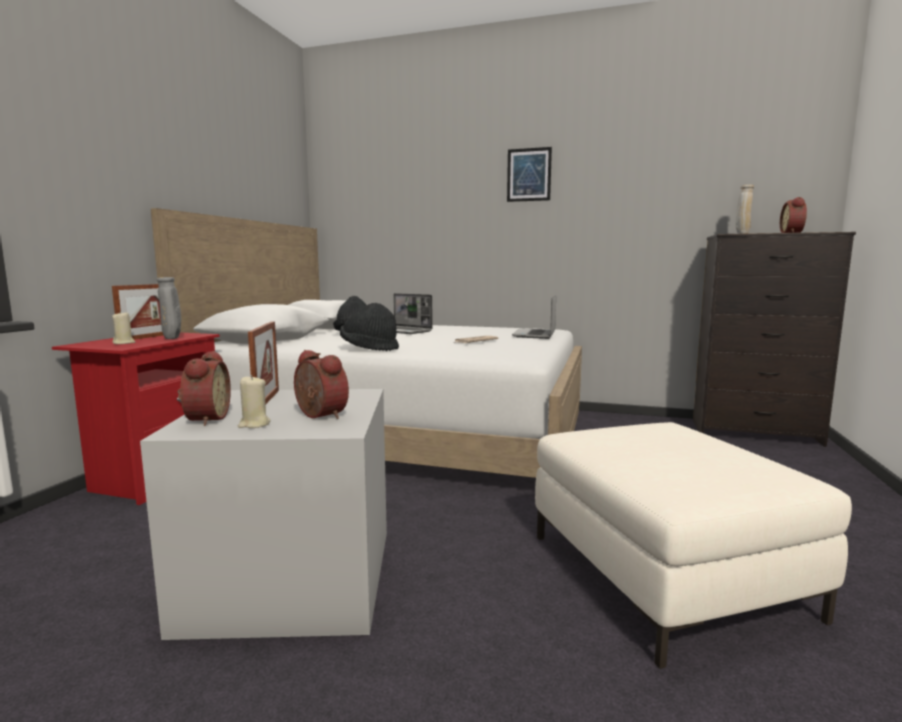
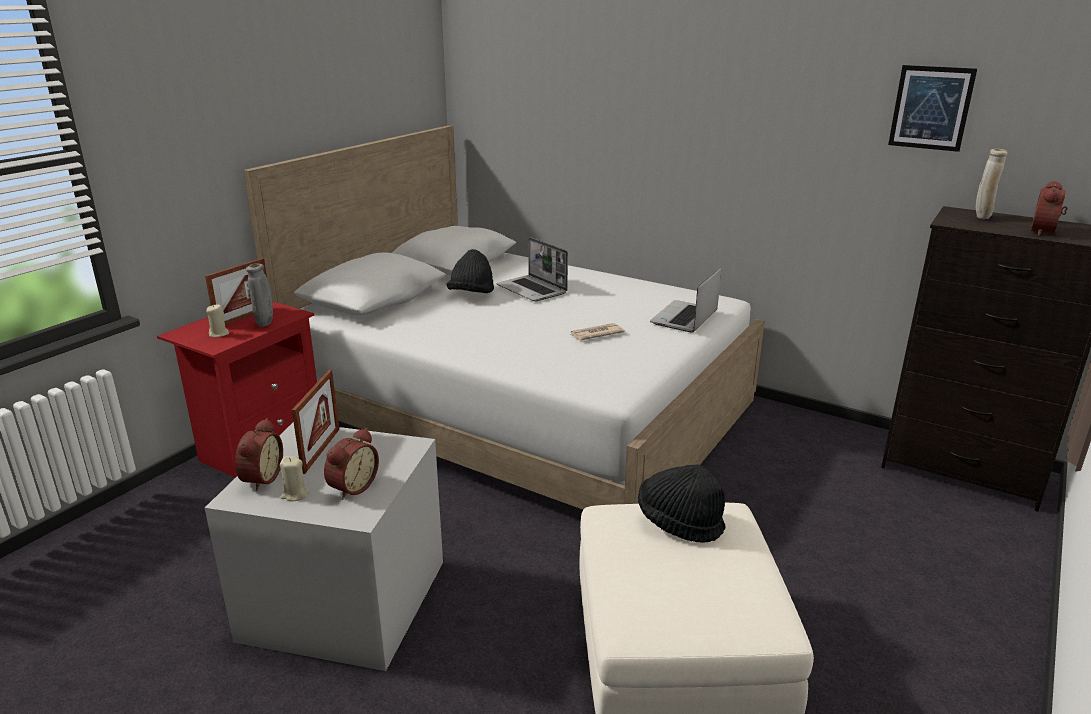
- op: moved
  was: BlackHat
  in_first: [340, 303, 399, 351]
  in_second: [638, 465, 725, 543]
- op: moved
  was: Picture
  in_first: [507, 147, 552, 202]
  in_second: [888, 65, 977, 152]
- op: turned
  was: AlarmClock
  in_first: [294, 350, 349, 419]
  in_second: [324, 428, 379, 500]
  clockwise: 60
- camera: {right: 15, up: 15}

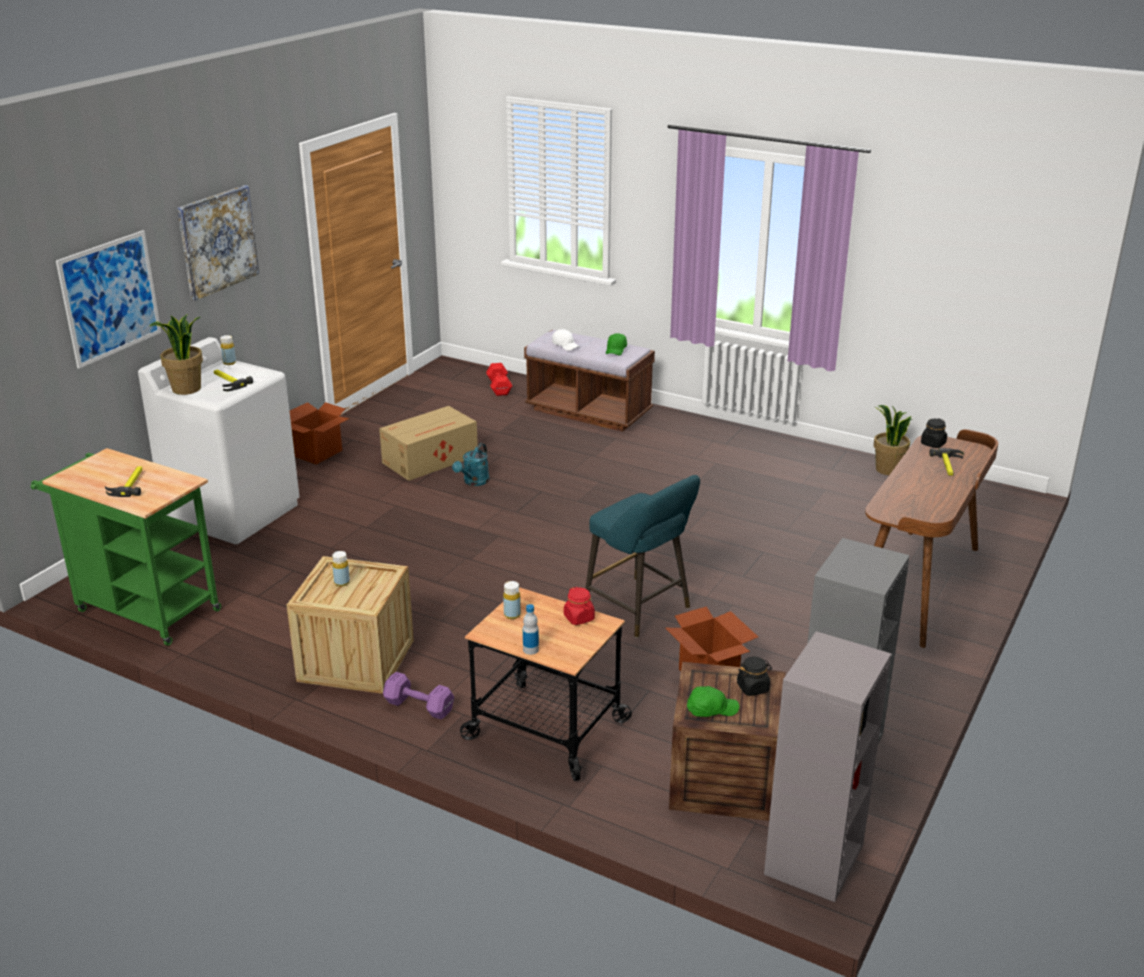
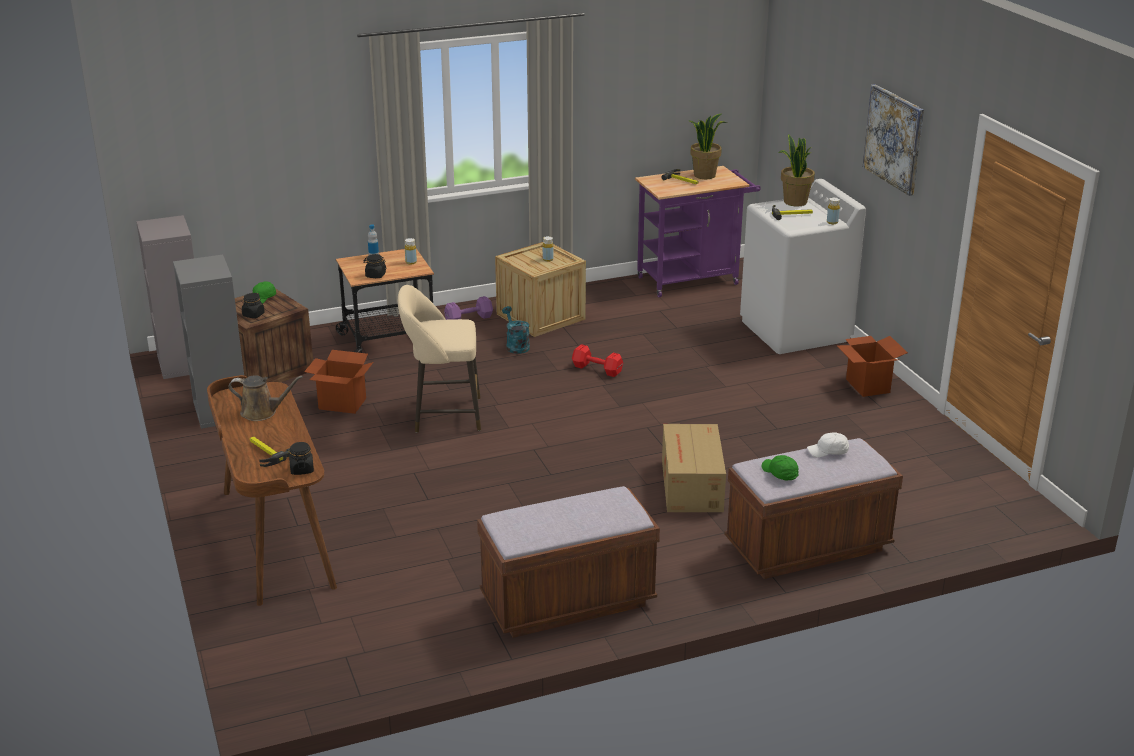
- op: removed
  was: Picture
  in_first: [56, 230, 161, 368]
- op: added
  now: BrownWateringCan
  in_second: [229, 375, 303, 421]
- op: added
  now: BrownBench
  in_second: [477, 486, 660, 638]
- op: moved
  was: CardboardBox
  in_first: [379, 406, 478, 481]
  in_second: [662, 424, 726, 512]
- op: moved
  was: TurquoiseWateringCan
  in_first: [452, 443, 489, 486]
  in_second: [502, 306, 530, 354]
- op: moved
  was: RedDumbbell
  in_first: [486, 363, 512, 396]
  in_second: [572, 344, 623, 377]
- op: moved
  was: PottedPlant
  in_first: [874, 405, 913, 475]
  in_second: [690, 114, 728, 179]
- op: recoloured
  was: GreenCart
  now: PurpleCart
  in_first: [31, 448, 221, 646]
  in_second: [635, 166, 761, 297]
- op: recoloured
  was: RedJar
  now: BlackJar
  in_first: [564, 587, 595, 625]
  in_second: [363, 254, 387, 278]
- op: recoloured
  was: TurquoiseStool
  now: BeigeStool
  in_first: [585, 475, 700, 638]
  in_second: [398, 285, 481, 433]
- camera: {right: 130, up: 0}

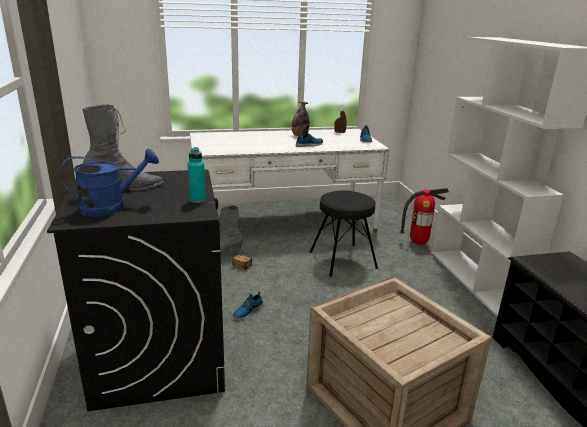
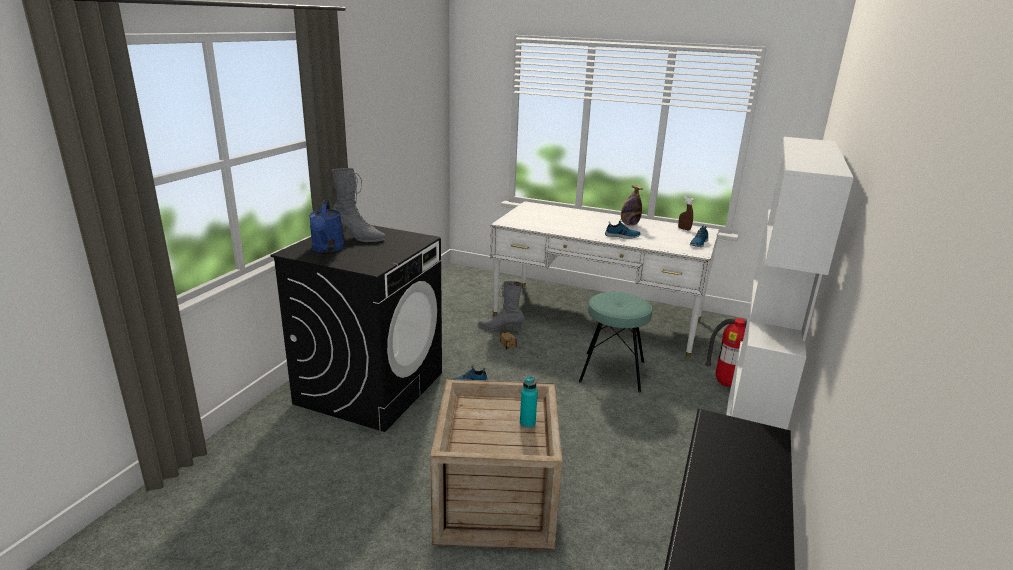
- op: moved
  was: TurquoiseBottle
  in_first: [188, 147, 206, 203]
  in_second: [520, 376, 538, 428]
- op: recoloured
  was: BlackStool
  now: TurquoiseStool
  in_first: [310, 190, 378, 277]
  in_second: [579, 292, 652, 393]
- op: turned
  was: BlueWateringCan
  in_first: [60, 149, 159, 217]
  in_second: [309, 200, 344, 252]
  clockwise: 75
- camera: {right: 35, up: 0}

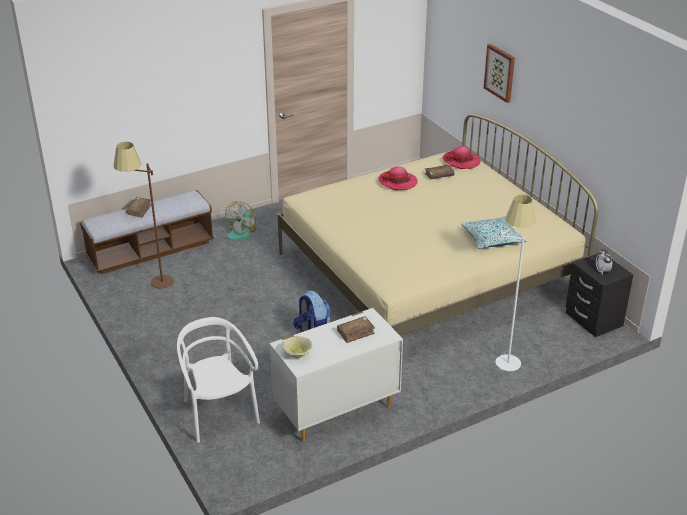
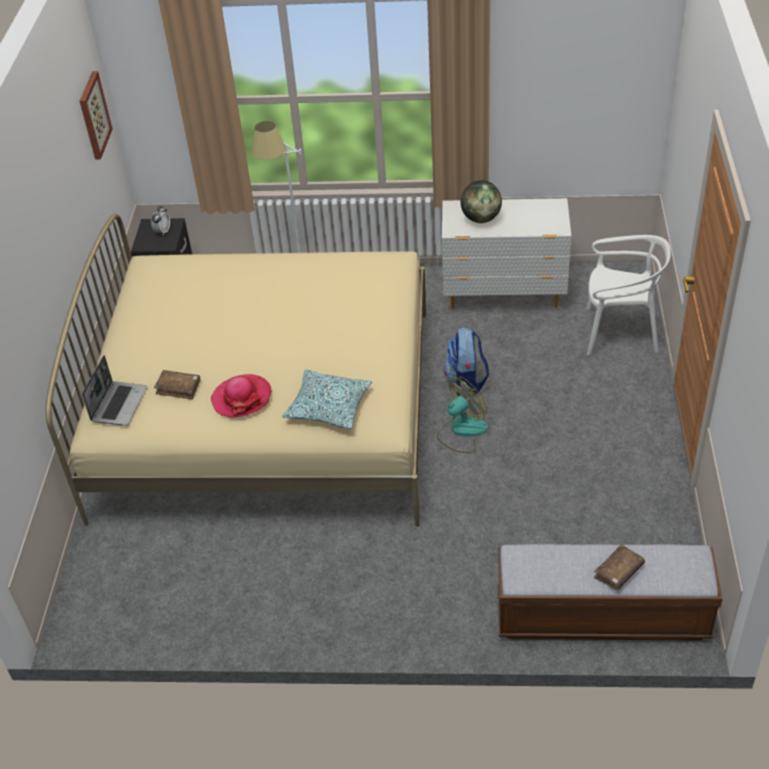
- op: removed
  was: BrownFloorLamp
  in_first: [114, 142, 174, 289]
- op: removed
  was: BeigeBowl
  in_first: [282, 336, 313, 358]
- op: moved
  was: Fan
  in_first: [225, 201, 256, 240]
  in_second: [437, 377, 488, 453]
- op: moved
  was: Pillow
  in_first: [462, 216, 526, 249]
  in_second: [282, 369, 372, 429]
- op: moved
  was: Picture
  in_first: [484, 44, 515, 103]
  in_second: [80, 71, 112, 160]
- op: replaced
  was: BrownBook
  now: Globe
  in_first: [337, 316, 375, 343]
  in_second: [461, 180, 502, 223]
- op: replaced
  was: Hat
  now: Laptop
  in_first: [443, 146, 481, 169]
  in_second: [82, 355, 147, 426]
- op: turned
  was: WhiteChair
  in_first: [177, 317, 260, 443]
  in_second: [586, 235, 671, 355]
  clockwise: -90
- camera: {right: -145, up: 10}

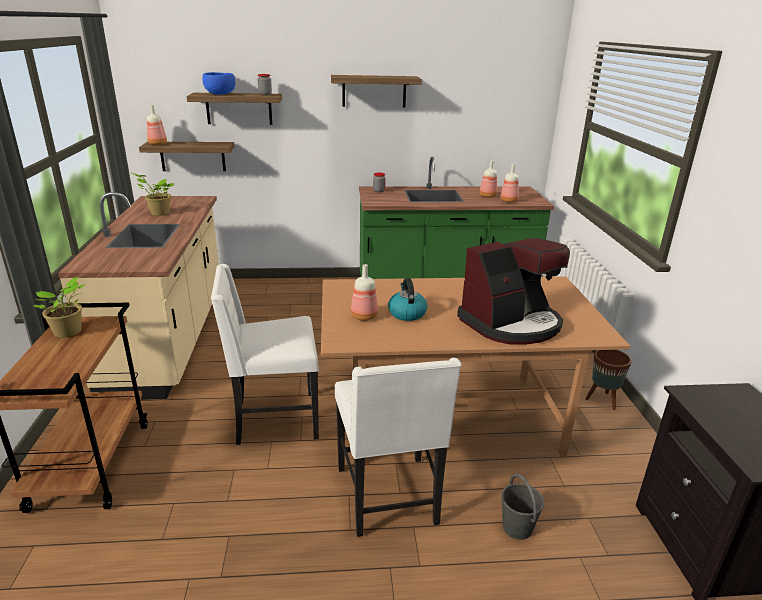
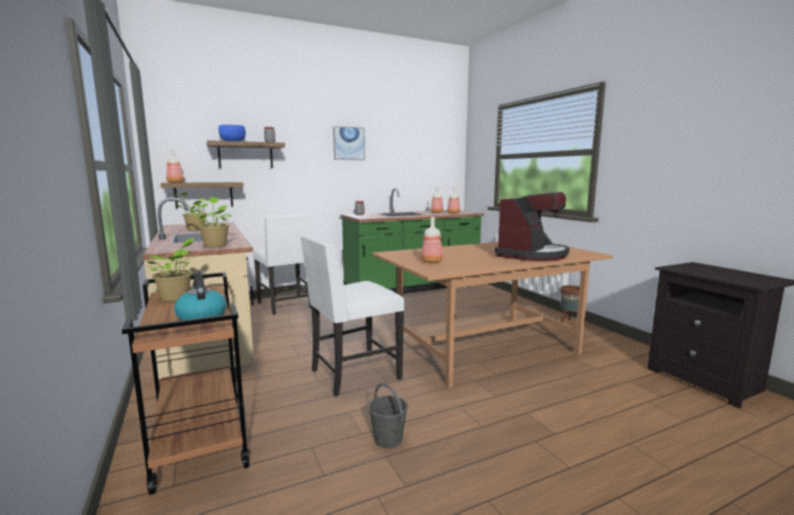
- op: added
  now: PottedPlant
  in_second: [189, 197, 231, 247]
- op: moved
  was: WhiteChair
  in_first: [335, 358, 461, 537]
  in_second: [253, 214, 312, 315]
- op: moved
  was: Kettle
  in_first: [388, 278, 428, 321]
  in_second: [174, 272, 227, 320]
- op: moved
  was: GreyBucket
  in_first: [501, 473, 544, 540]
  in_second: [368, 383, 408, 449]
- op: replaced
  was: Shelf
  now: Picture
  in_first: [331, 75, 422, 108]
  in_second: [333, 126, 365, 160]
- camera: {right: -20, up: -15}

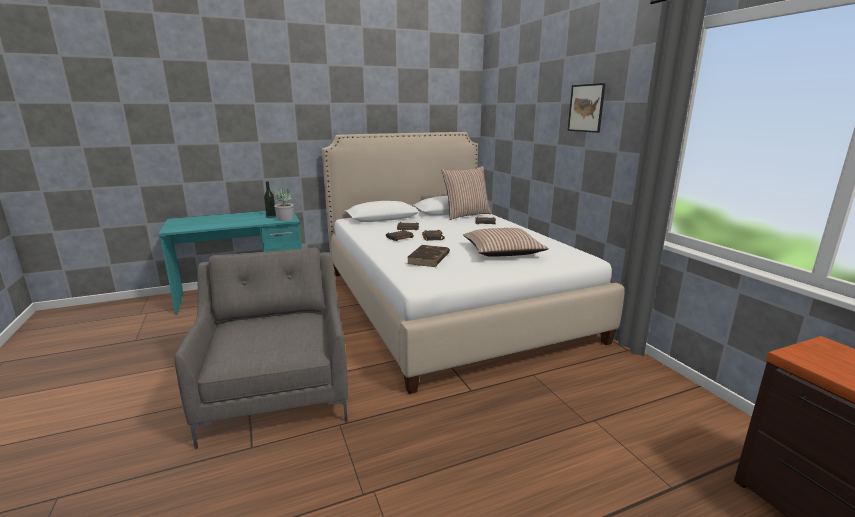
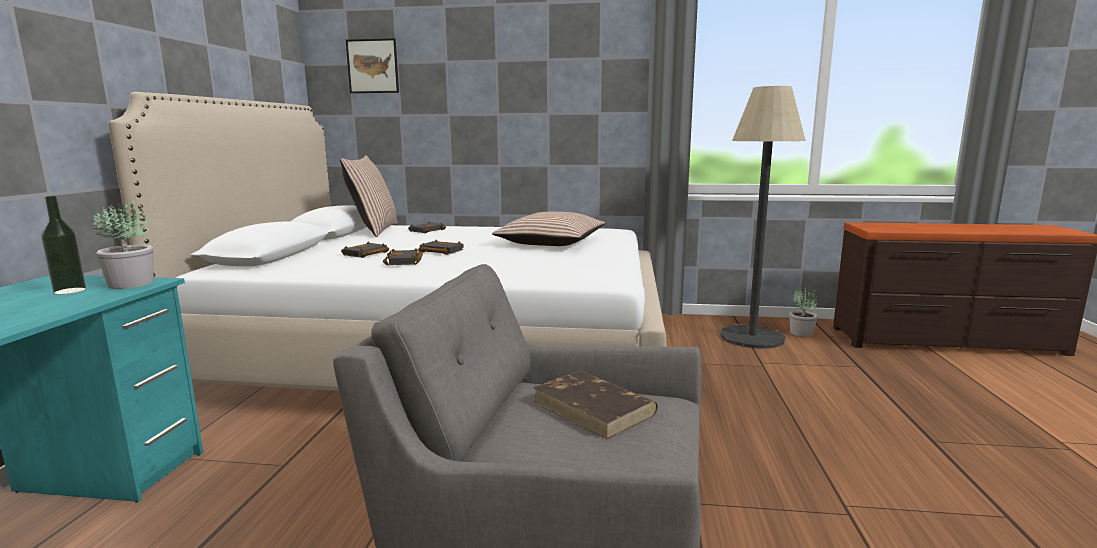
- op: added
  now: FloorLamp
  in_second: [720, 86, 805, 349]
- op: added
  now: PottedPlant
  in_second: [789, 287, 818, 337]
- op: moved
  was: BrownBook
  in_first: [407, 245, 450, 267]
  in_second: [533, 371, 658, 440]
- op: moved
  was: Picture
  in_first: [568, 83, 606, 133]
  in_second: [346, 38, 399, 93]
- camera: {right: -60, up: -5}

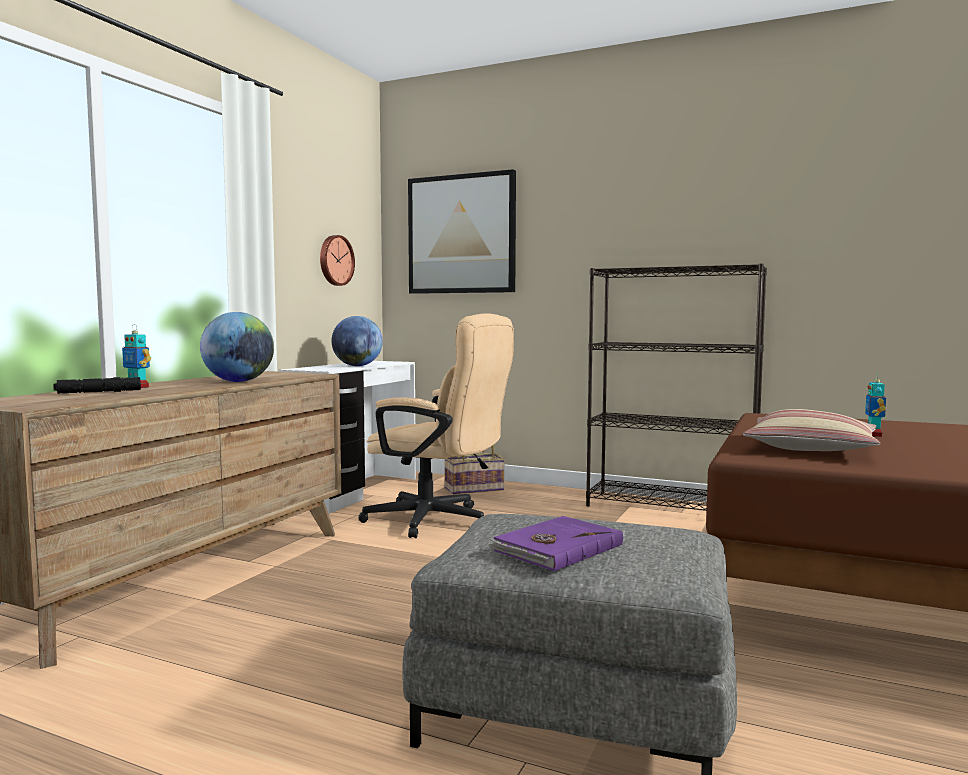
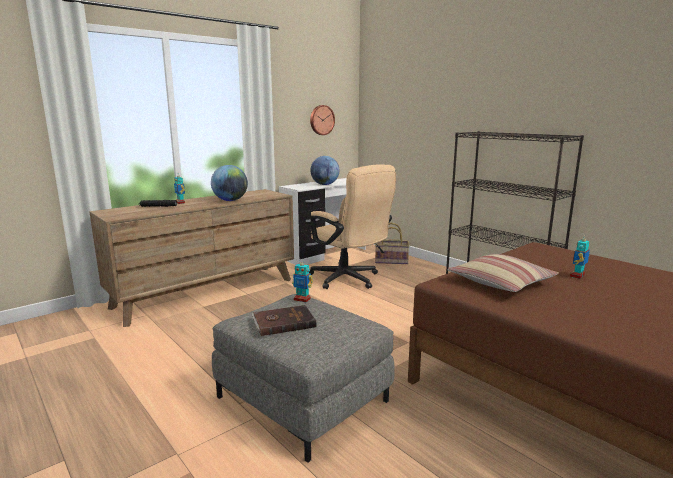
- op: removed
  was: Picture
  in_first: [408, 169, 516, 294]
- op: added
  now: ToyRobot
  in_second: [292, 263, 313, 302]
- op: recoloured
  was: PurpleBook
  now: BrownBook
  in_first: [488, 516, 623, 571]
  in_second: [252, 305, 316, 336]
- camera: {right: 25, up: 10}

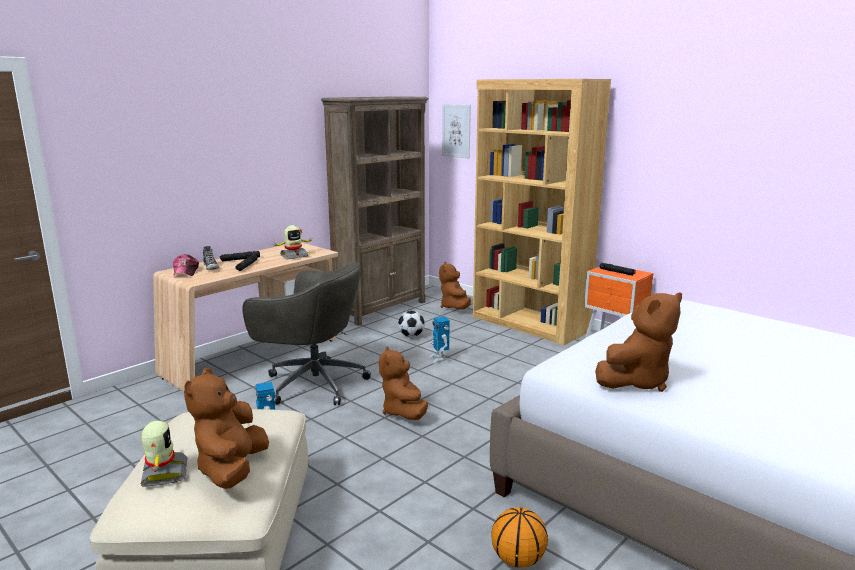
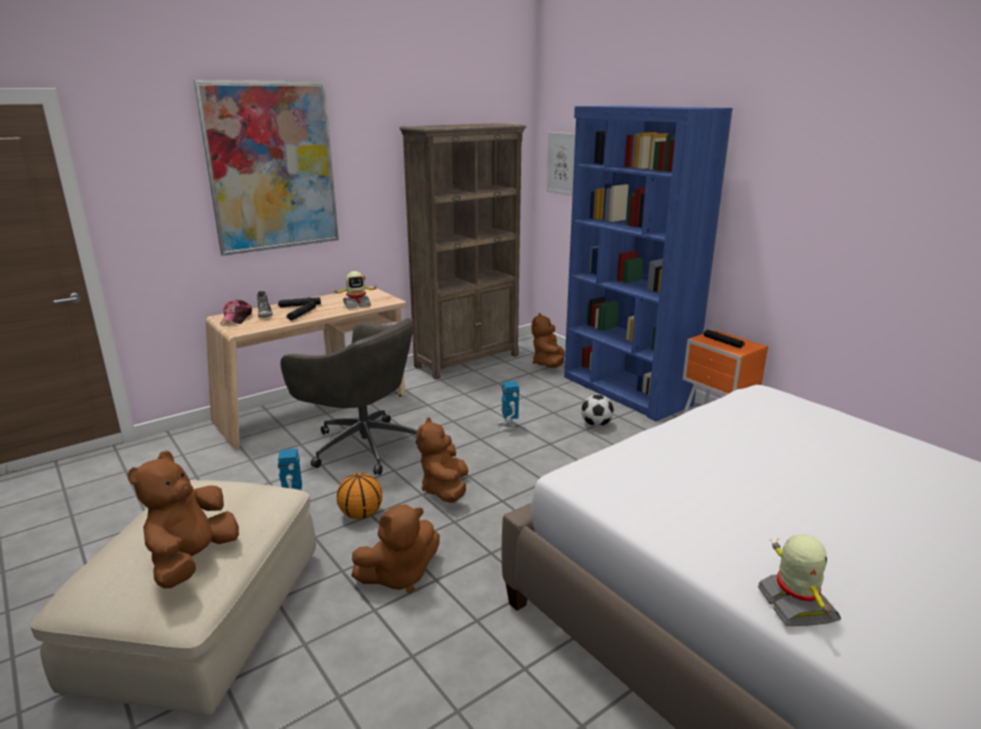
- op: added
  now: Picture
  in_second: [194, 80, 339, 256]
- op: moved
  was: ToyRobot
  in_first: [141, 421, 188, 487]
  in_second: [757, 534, 841, 626]
- op: moved
  was: Football
  in_first: [398, 311, 425, 337]
  in_second: [581, 394, 614, 427]
- op: moved
  was: Basketball
  in_first: [491, 507, 548, 568]
  in_second: [337, 473, 382, 519]
- op: moved
  was: BrownPlushToy
  in_first: [595, 292, 682, 392]
  in_second: [351, 504, 440, 593]
- op: recoloured
  was: BrownBookcase
  now: BlueBookcase
  in_first: [473, 79, 611, 346]
  in_second: [564, 106, 733, 421]
- camera: {right: 10, up: 5}

